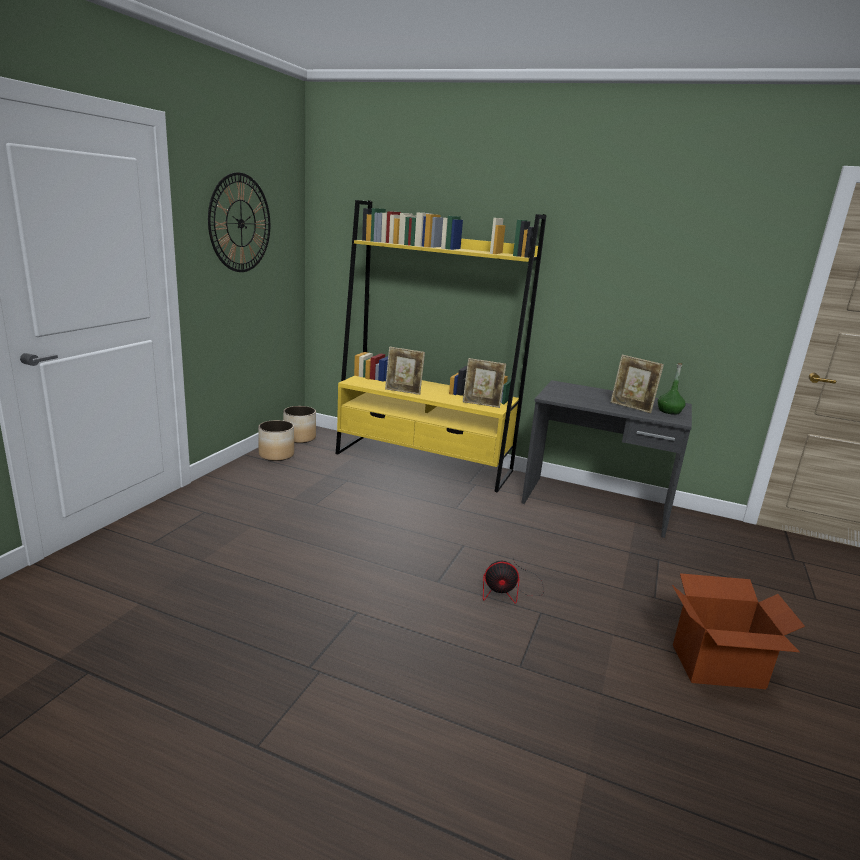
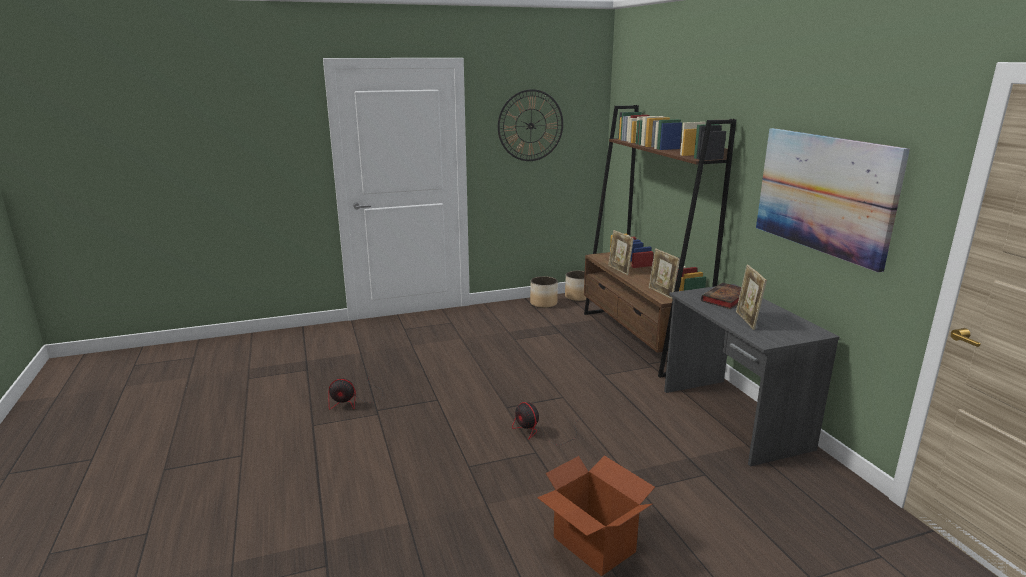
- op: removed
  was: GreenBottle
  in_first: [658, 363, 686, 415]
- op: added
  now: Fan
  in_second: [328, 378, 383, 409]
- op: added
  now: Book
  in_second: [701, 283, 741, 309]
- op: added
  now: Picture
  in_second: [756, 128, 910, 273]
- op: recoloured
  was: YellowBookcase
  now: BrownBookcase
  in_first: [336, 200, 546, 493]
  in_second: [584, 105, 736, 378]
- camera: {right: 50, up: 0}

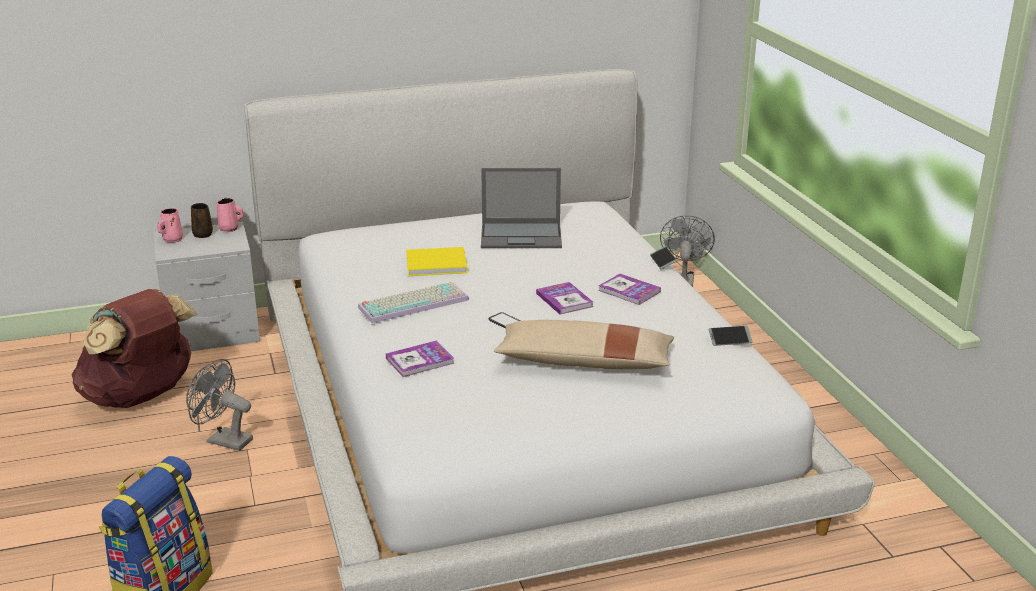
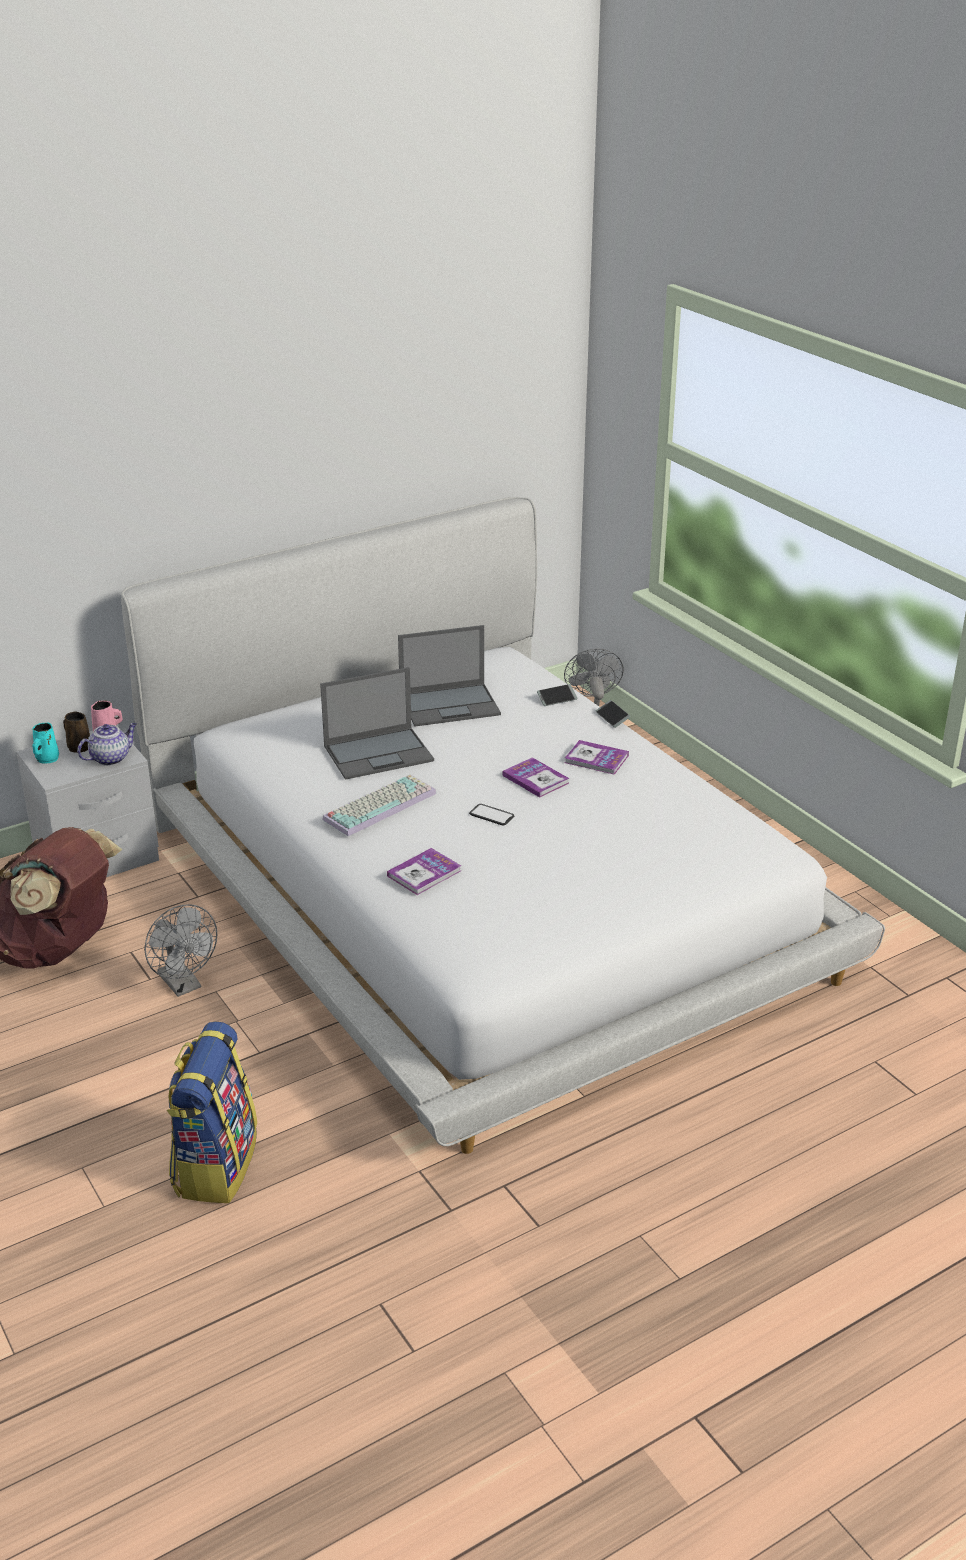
- op: removed
  was: BeigePillow
  in_first: [494, 320, 674, 369]
- op: added
  now: Teapot
  in_second: [77, 723, 137, 766]
- op: moved
  was: Phone
  in_first: [709, 326, 753, 346]
  in_second: [537, 684, 578, 706]
- op: replaced
  was: YellowBook
  now: Laptop
  in_first: [406, 247, 468, 276]
  in_second: [320, 667, 434, 780]
- op: recoloured
  was: PinkMug
  now: TurquoiseMug
  in_first: [157, 208, 183, 242]
  in_second: [32, 723, 59, 764]
- op: turned
  was: GreyFan
  in_first: [186, 359, 253, 451]
  in_second: [144, 904, 217, 997]
  clockwise: -135
- camera: {right: -15, up: 5}

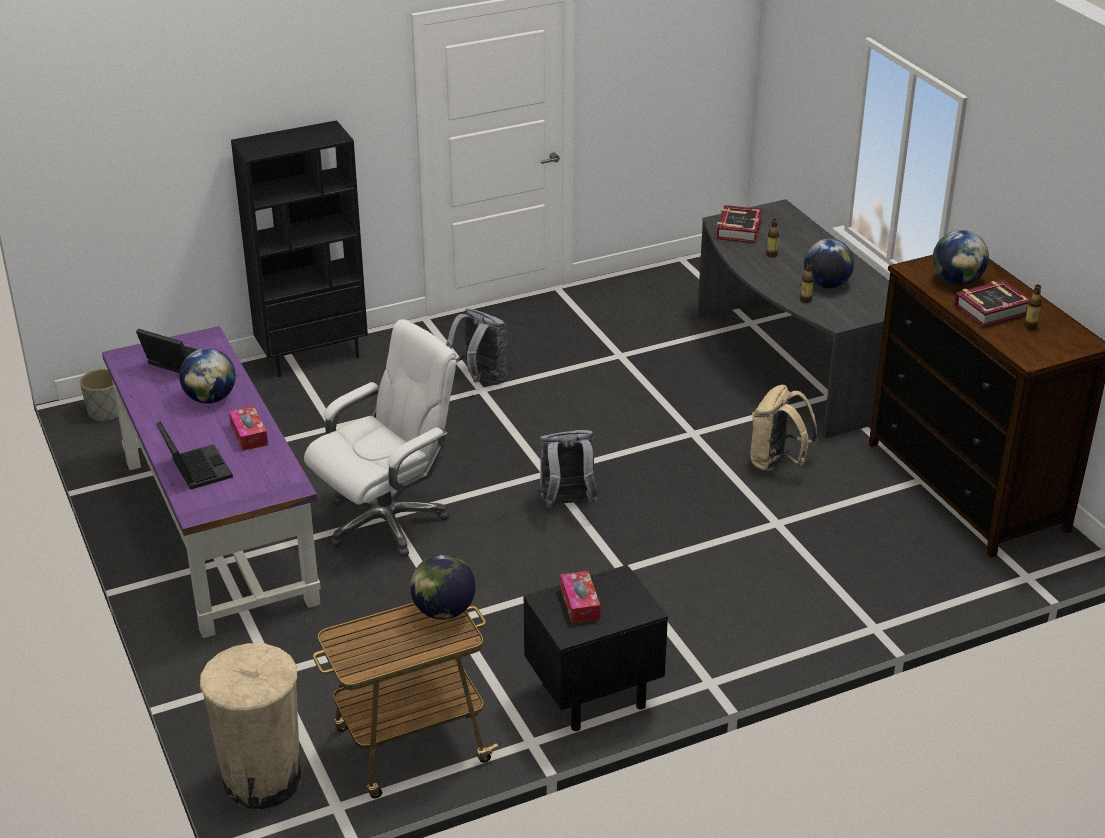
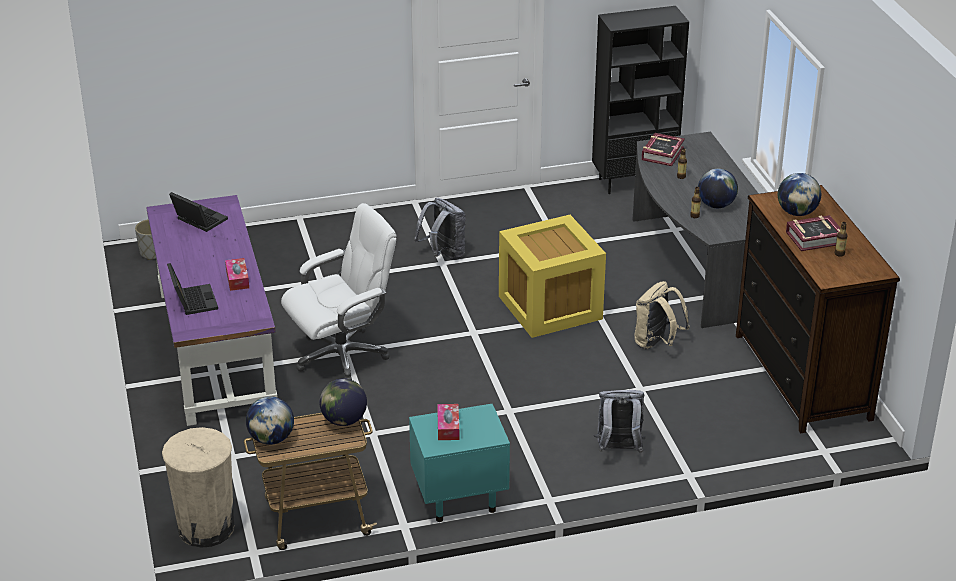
- op: added
  now: YellowStorageBox
  in_second: [499, 215, 606, 338]
- op: moved
  was: Globe
  in_first: [179, 348, 236, 404]
  in_second: [246, 396, 294, 445]
- op: moved
  was: BlackBookcase
  in_first: [231, 120, 368, 377]
  in_second: [592, 6, 689, 194]
- op: moved
  was: GreyBackpack
  in_first: [537, 430, 599, 507]
  in_second: [594, 390, 645, 453]
- op: recoloured
  was: BlackNightstand
  now: TurquoiseNightstand
  in_first: [524, 565, 668, 731]
  in_second: [409, 404, 510, 522]
- camera: {right: 10, up: 0}

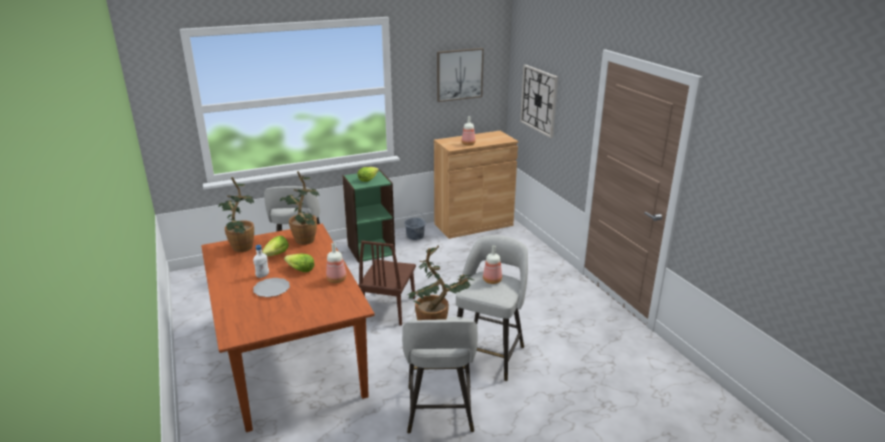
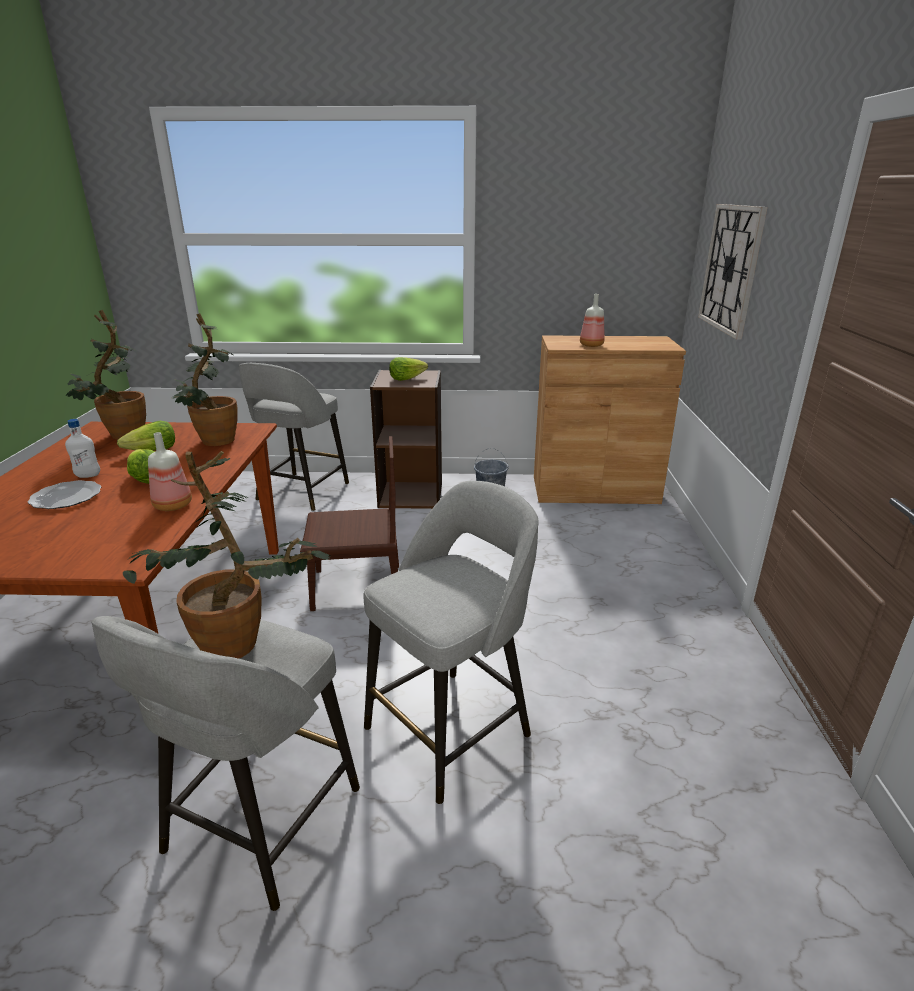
- op: removed
  was: Picture
  in_first: [437, 48, 484, 102]
- op: removed
  was: Bottle
  in_first: [483, 245, 502, 284]
- op: recoloured
  was: GreenBookcase
  now: BrownBookcase
  in_first: [342, 170, 395, 262]
  in_second: [370, 370, 442, 509]
- op: turned
  was: BrownChair
  in_first: [358, 241, 416, 326]
  in_second: [300, 436, 399, 611]
  clockwise: -135
- camera: {right: 25, up: 0}

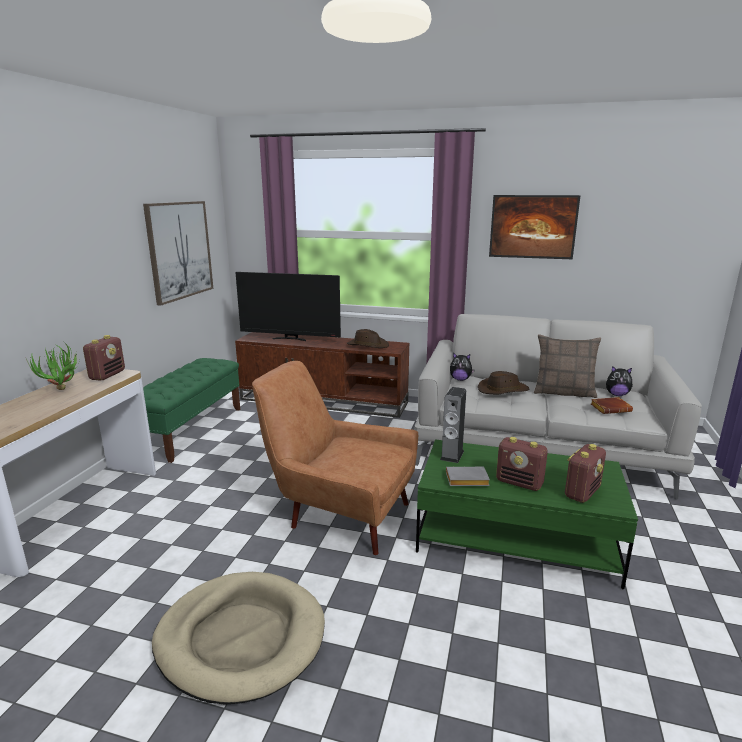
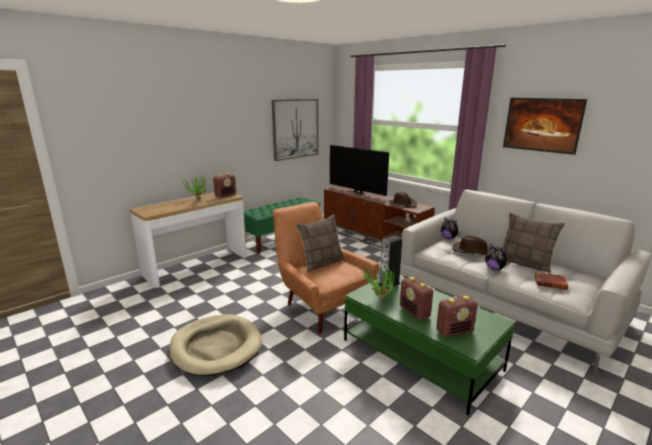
- op: added
  now: Pillow
  in_second: [296, 214, 345, 273]
- op: moved
  was: PlushToy
  in_first: [606, 366, 633, 396]
  in_second: [485, 244, 510, 270]
- op: replaced
  was: GreyBook
  now: PottedPlant
  in_first: [446, 467, 490, 486]
  in_second: [363, 266, 395, 299]
- camera: {right: 30, up: 0}

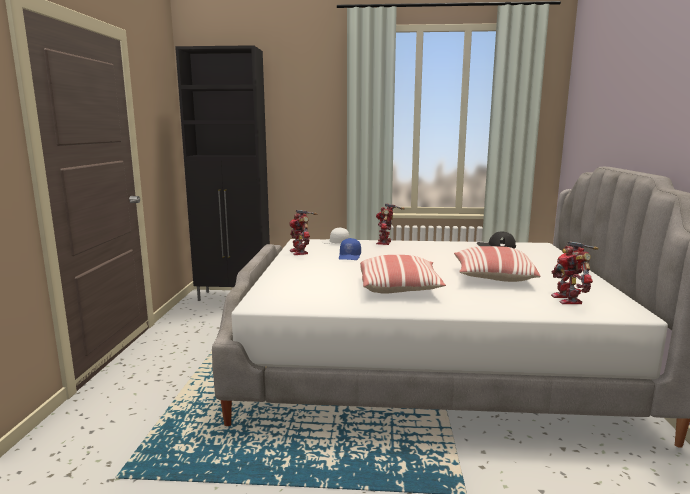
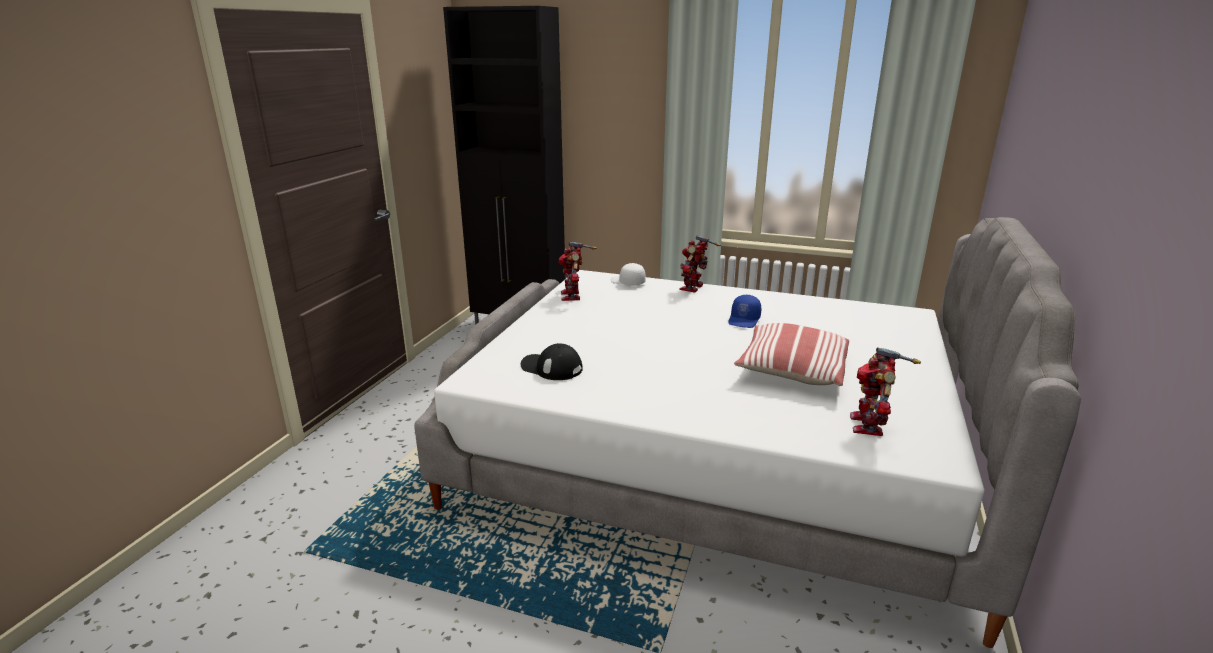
- op: removed
  was: Pillow
  in_first: [360, 255, 446, 294]
- op: moved
  was: BlueCap
  in_first: [339, 238, 361, 260]
  in_second: [728, 295, 761, 328]
- op: moved
  was: BlackCap
  in_first: [477, 232, 516, 249]
  in_second: [521, 343, 582, 380]
- camera: {right: 15, up: 10}

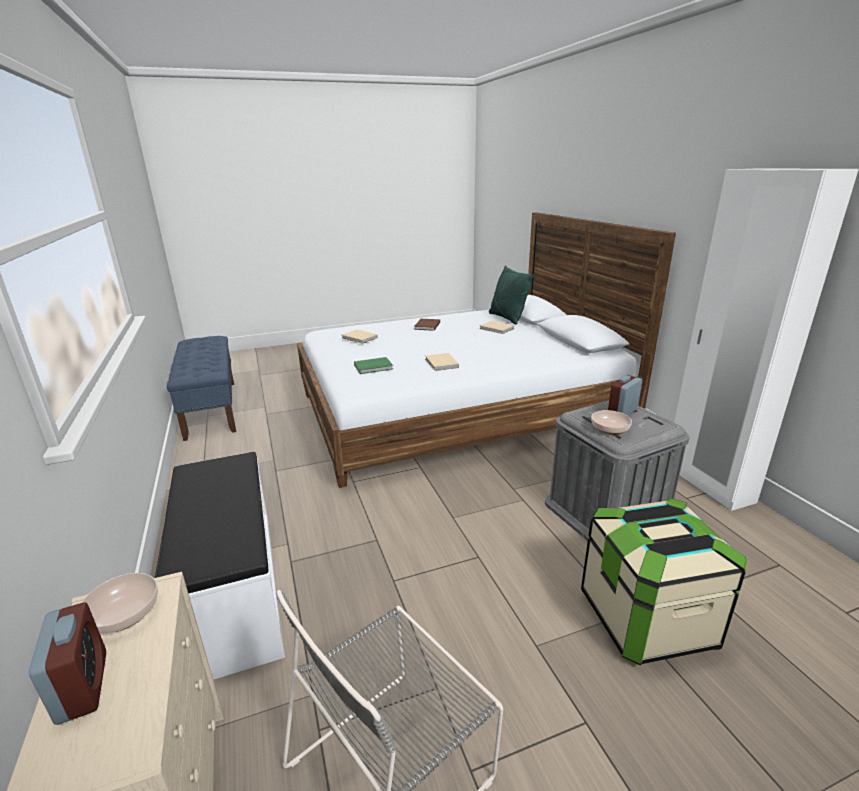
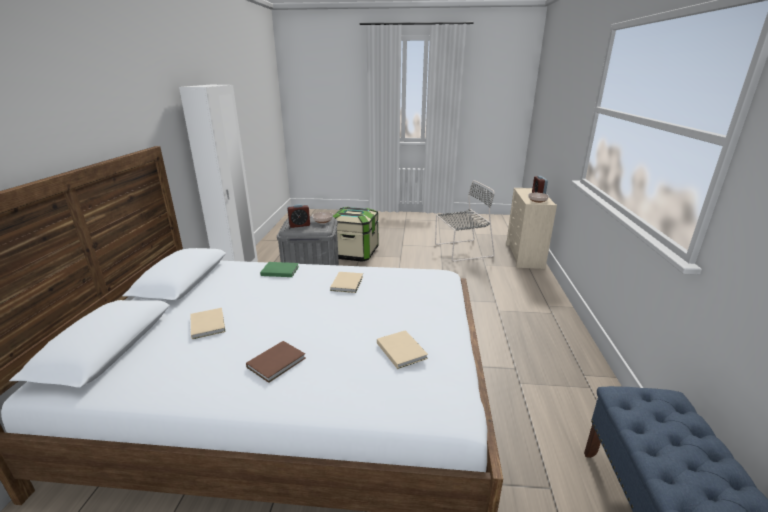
- op: removed
  was: WhiteBench
  in_first: [155, 452, 285, 680]
- op: removed
  was: GreenPillow
  in_first: [489, 265, 534, 325]
- op: moved
  was: GreenBook
  in_first: [354, 357, 393, 374]
  in_second: [260, 262, 299, 277]
- camera: {right: -155, up: 0}

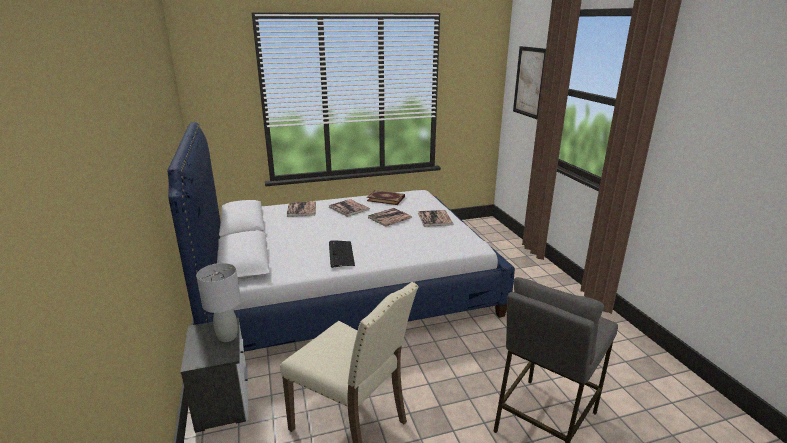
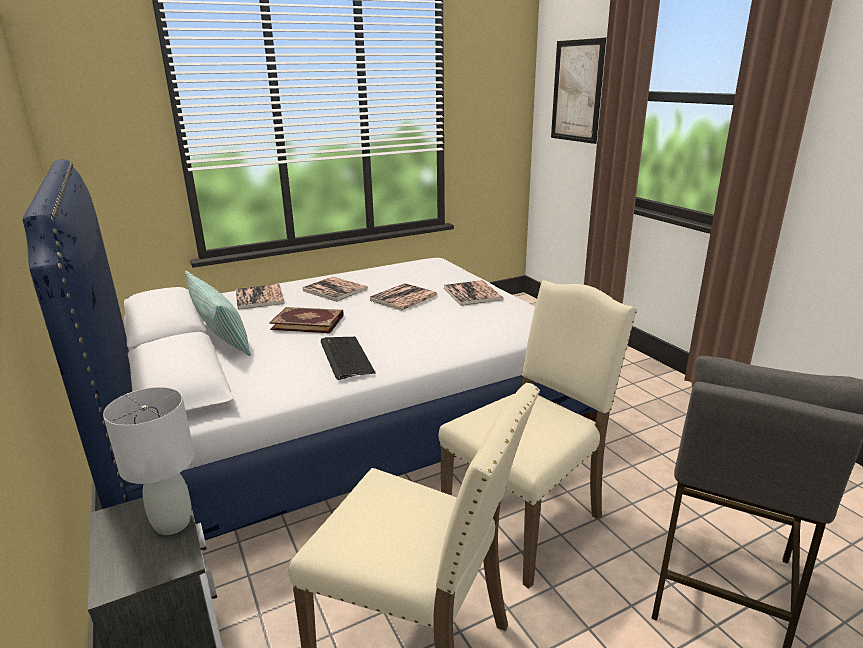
- op: added
  now: Pillow
  in_second: [185, 271, 251, 356]
- op: added
  now: BeigeChair
  in_second: [438, 280, 637, 589]
- op: moved
  was: Book
  in_first: [367, 190, 405, 205]
  in_second: [269, 307, 344, 333]
- camera: {right: -10, up: 0}

